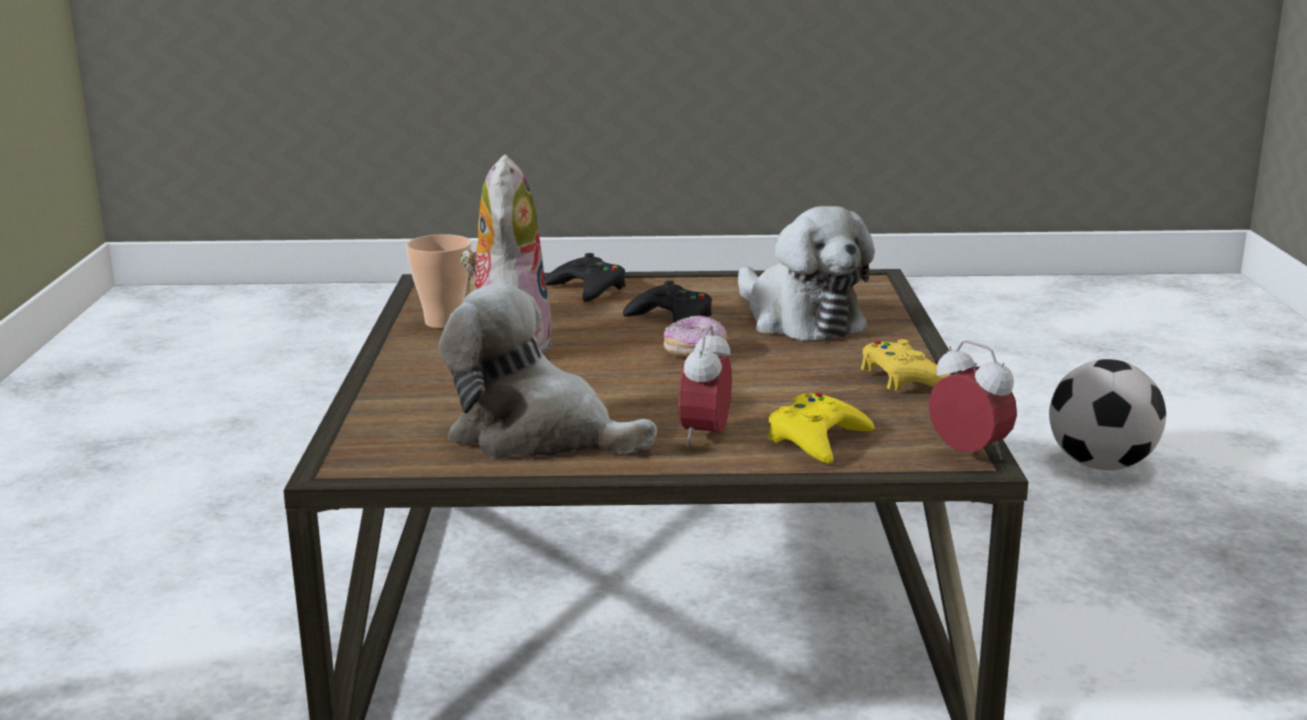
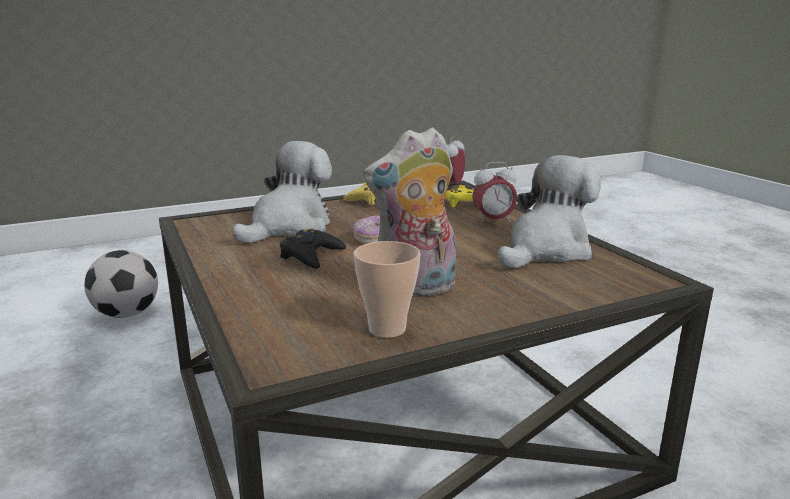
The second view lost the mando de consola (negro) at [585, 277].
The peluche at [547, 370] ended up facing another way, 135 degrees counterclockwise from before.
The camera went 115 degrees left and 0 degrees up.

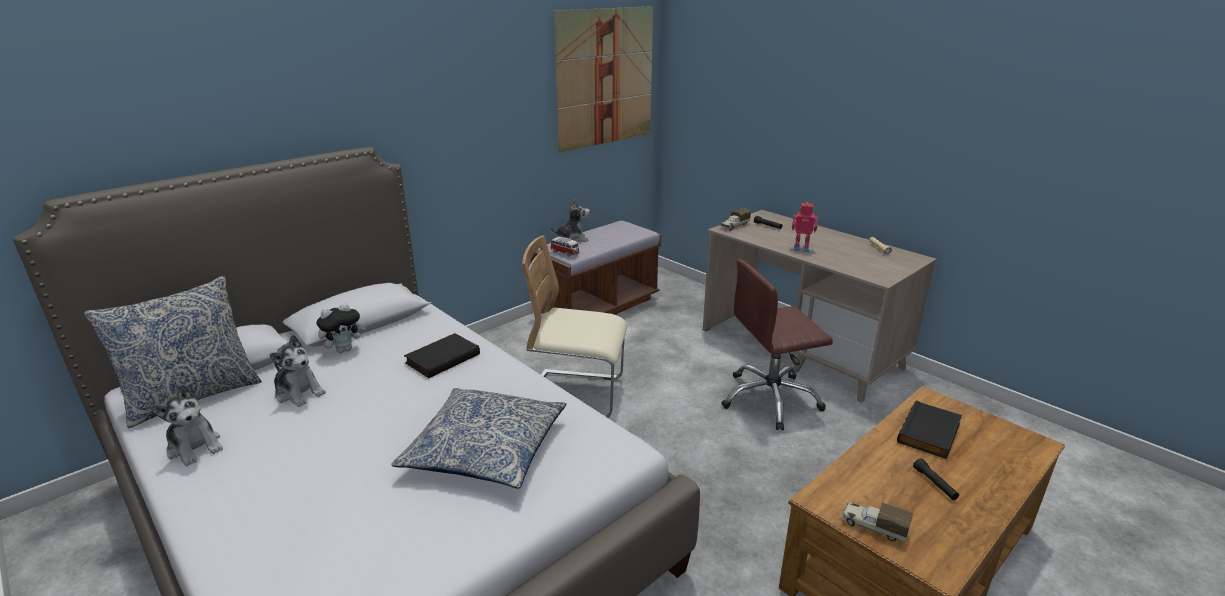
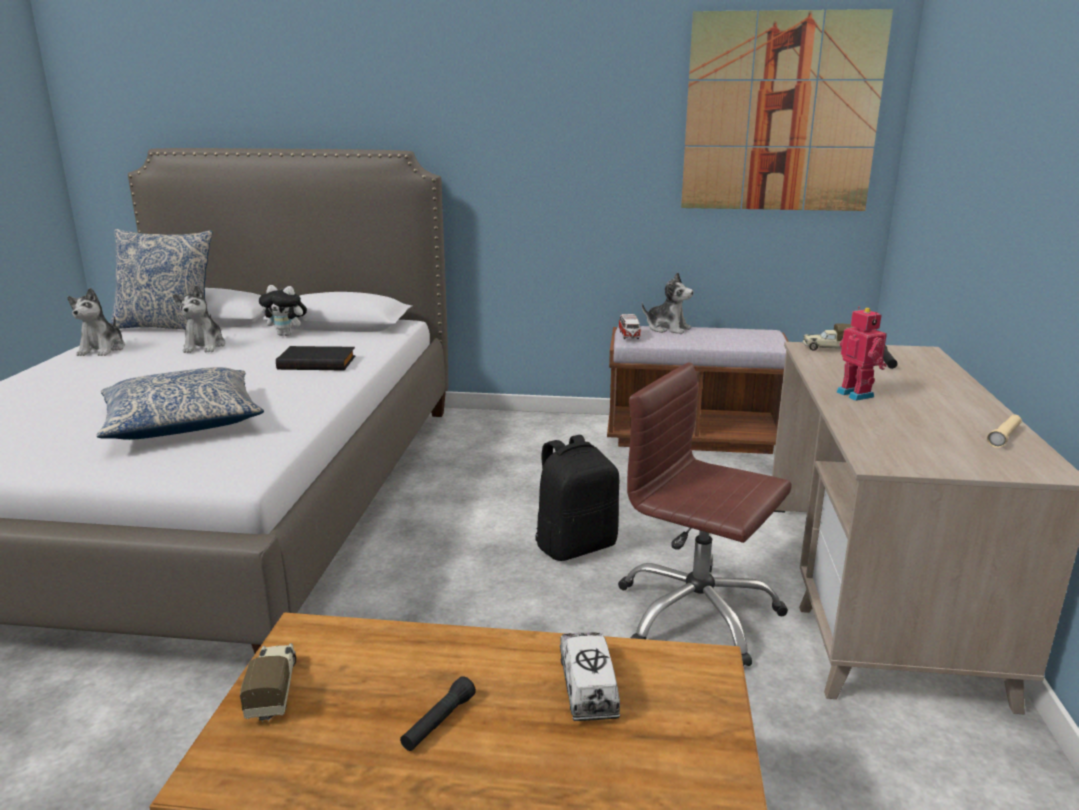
The second view lost the silla (beis) at [574, 327].
The second view gained the mochila (negro) at [577, 498].
Where the libro (negro) stood at [929, 429], the camión de juguete came to stand at [590, 677].
The camera went 50 degrees right and 5 degrees down.

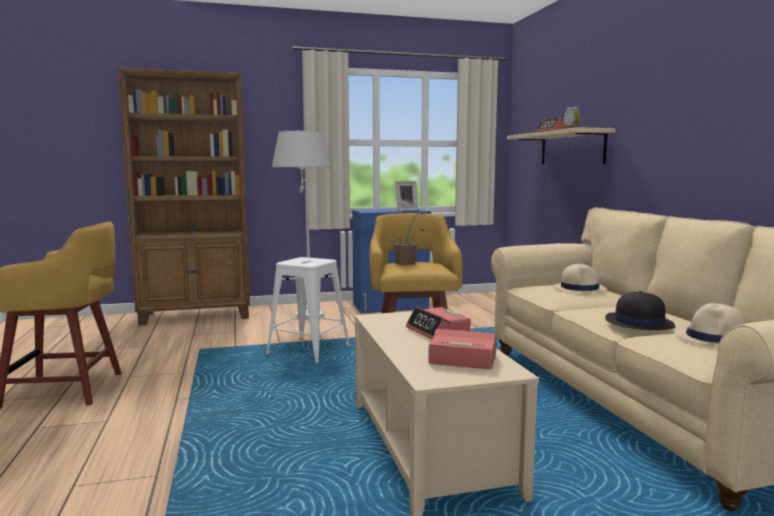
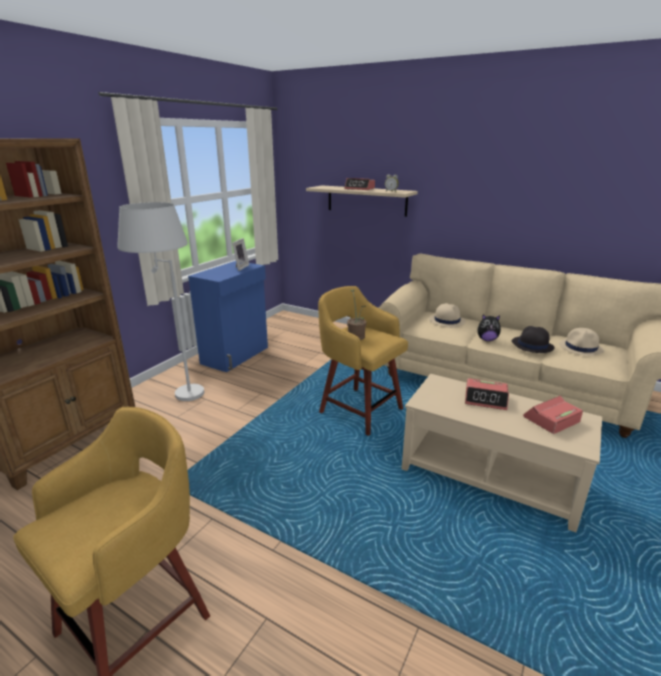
The second view lost the taburete (blanco) at [308, 310].
The second view gained the peluche at [489, 328].
The camera went 45 degrees left and 15 degrees up.

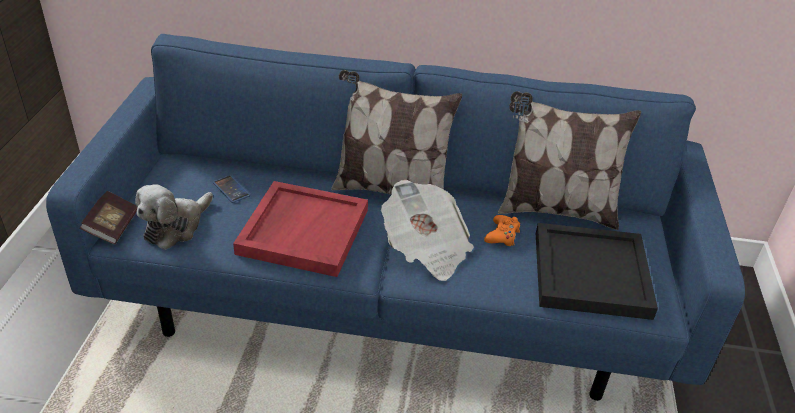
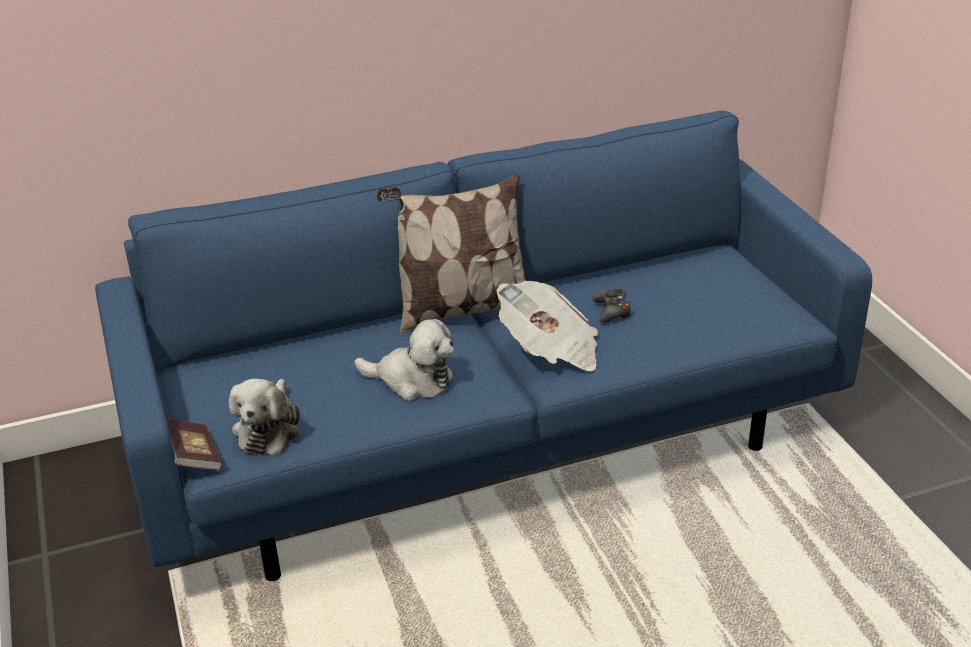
The second view lost the móvil at [231, 189].
The second view lost the cojín at [569, 160].
The second view lost the bandeja (negro) at [597, 271].
Where the bandeja (rojo) stood at [300, 229], the peluche came to stand at [404, 360].
What was the mando de consola (naranja) at [502, 230] turned into the mando de consola (negro) at [611, 304].
The camera went 25 degrees left and 5 degrees down.

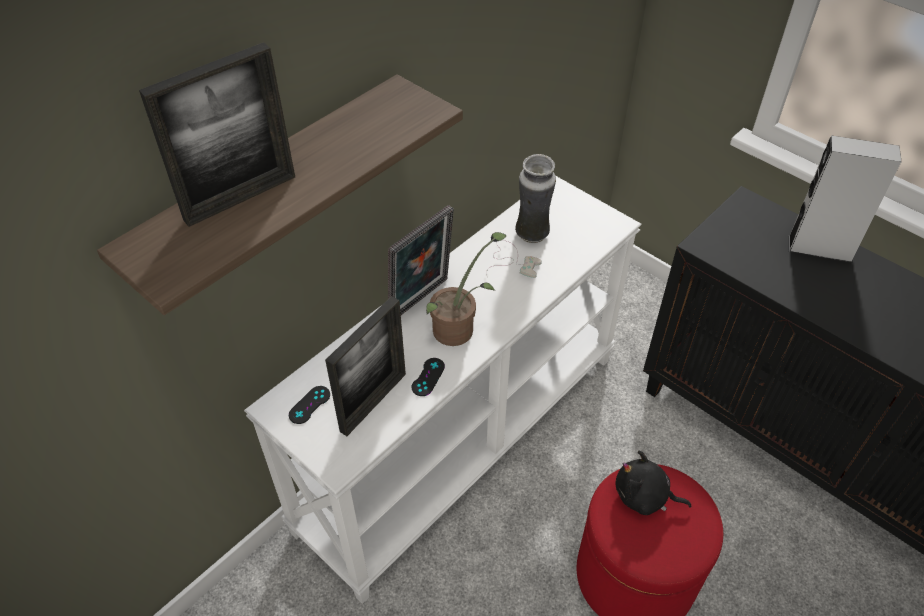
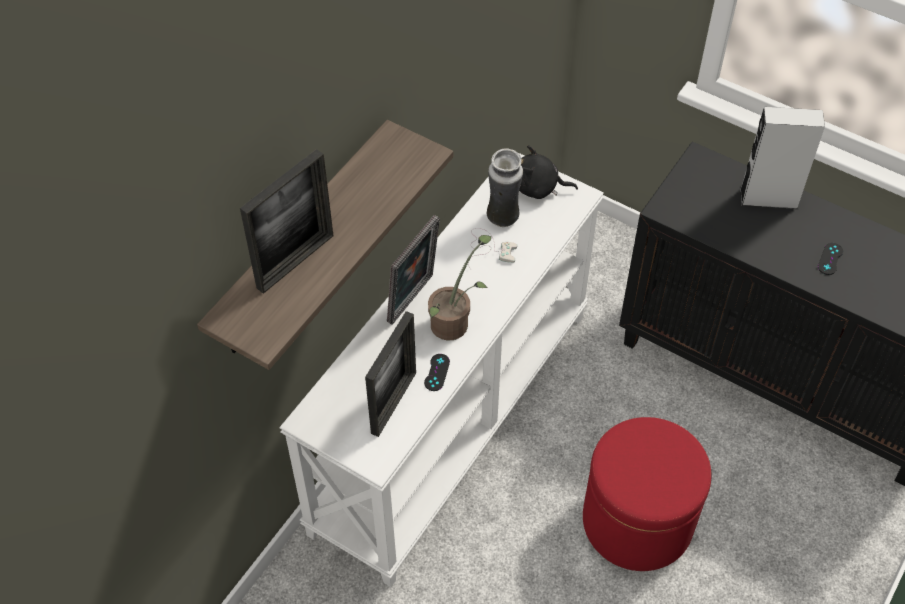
The mando de consola (negro) ended up elsewhere, having gone from [309, 405] to [830, 259].
The peluche (negro) ended up elsewhere, having gone from [653, 483] to [548, 172].
The camera went 10 degrees left and 5 degrees up.

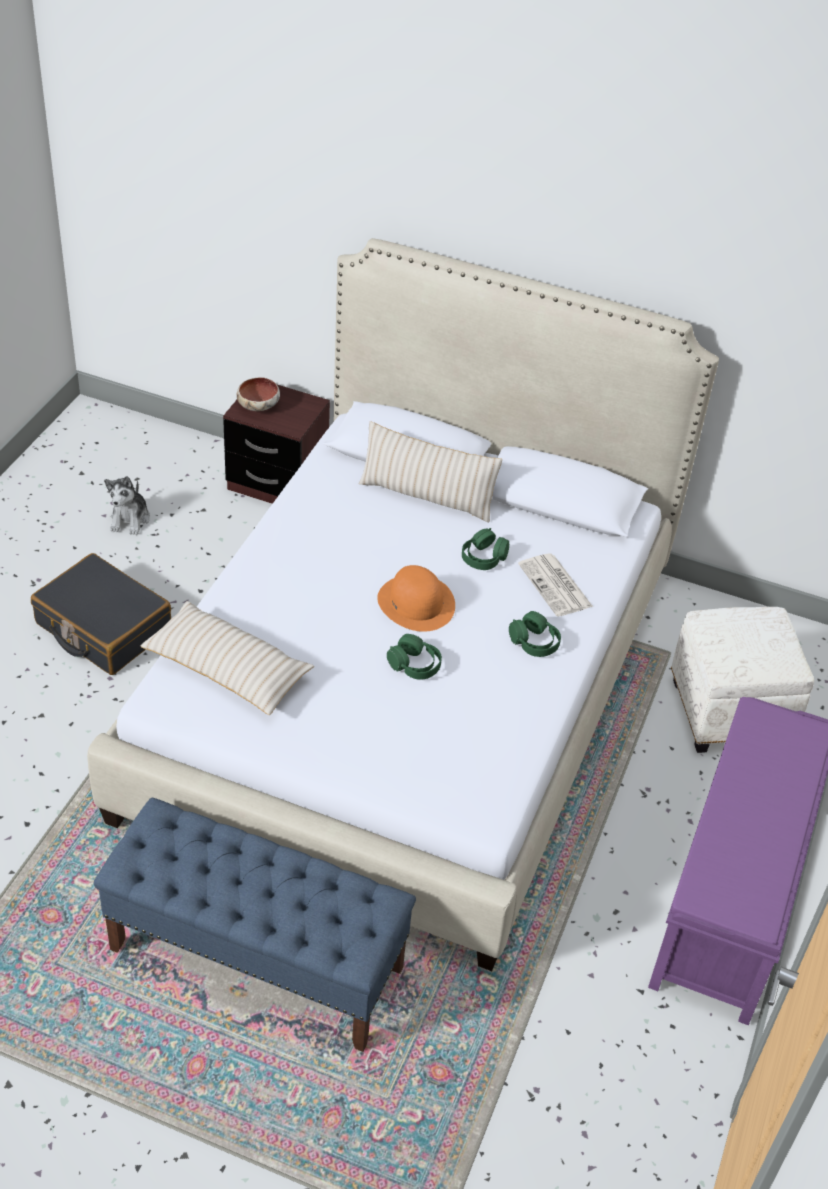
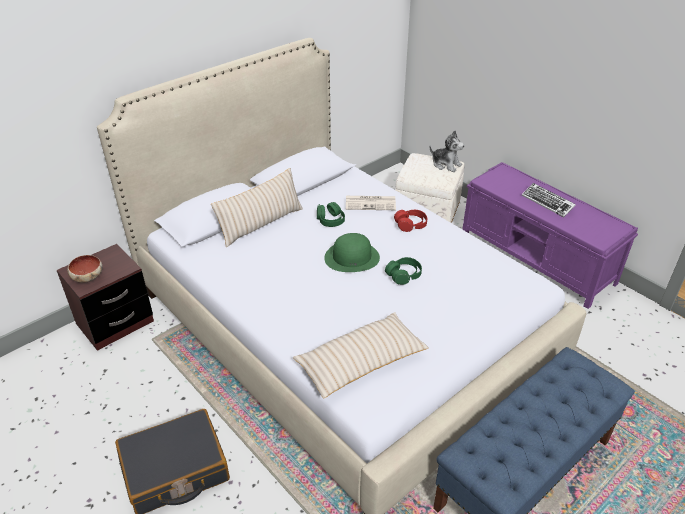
The second view gained the teclado at [549, 200].
The peluche ended up elsewhere, having gone from [127, 505] to [447, 151].
What was the sombrero (naranja) at [416, 598] turned into the sombrero (verde) at [352, 252].
What was the auriculares (verde) at [535, 634] turned into the auriculares (rojo) at [410, 221].
The camera went 60 degrees left and 5 degrees down.

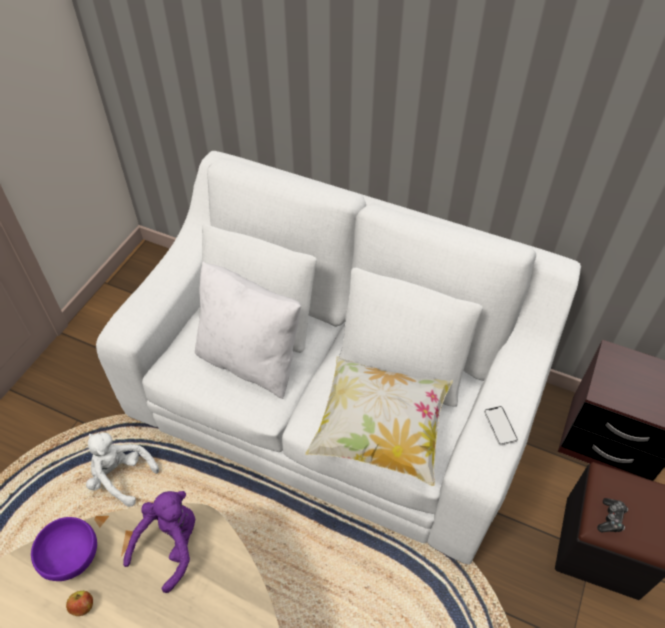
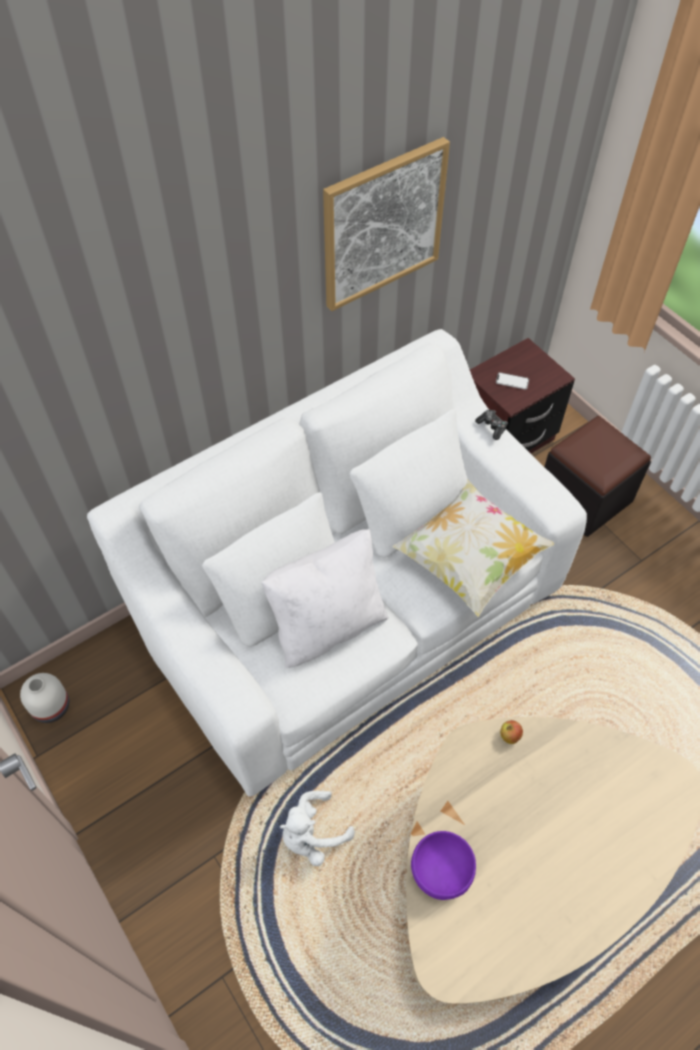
The second view lost the peluche (morado) at [159, 542].
The second view gained the florero (blanco) at [44, 698].
The second view gained the cuadro at [386, 224].
The manzana ended up elsewhere, having gone from [79, 603] to [511, 732].
The móvil ended up elsewhere, having gone from [501, 425] to [512, 380].
The mando de consola ended up elsewhere, having gone from [612, 515] to [491, 425].
The camera went 60 degrees left and 5 degrees up.

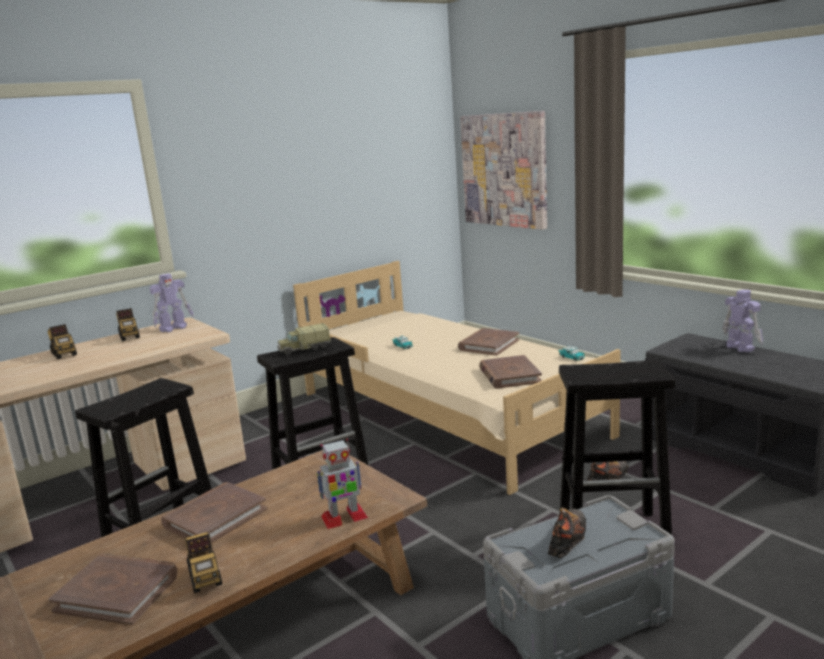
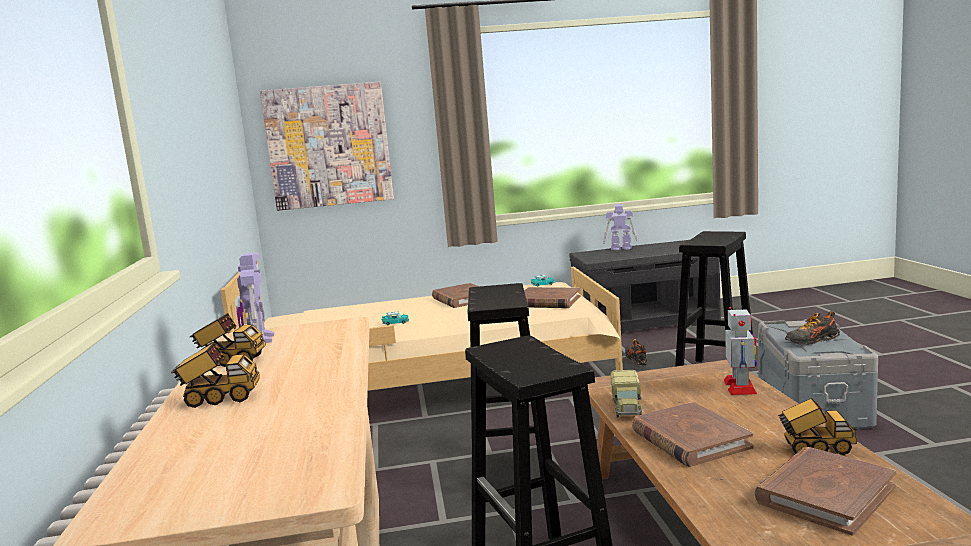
The camión de juguete ended up elsewhere, having gone from [304, 339] to [626, 394].
The zapato at [566, 532] ended up facing another way, 75 degrees counterclockwise from before.
The camera went 60 degrees left and 5 degrees down.

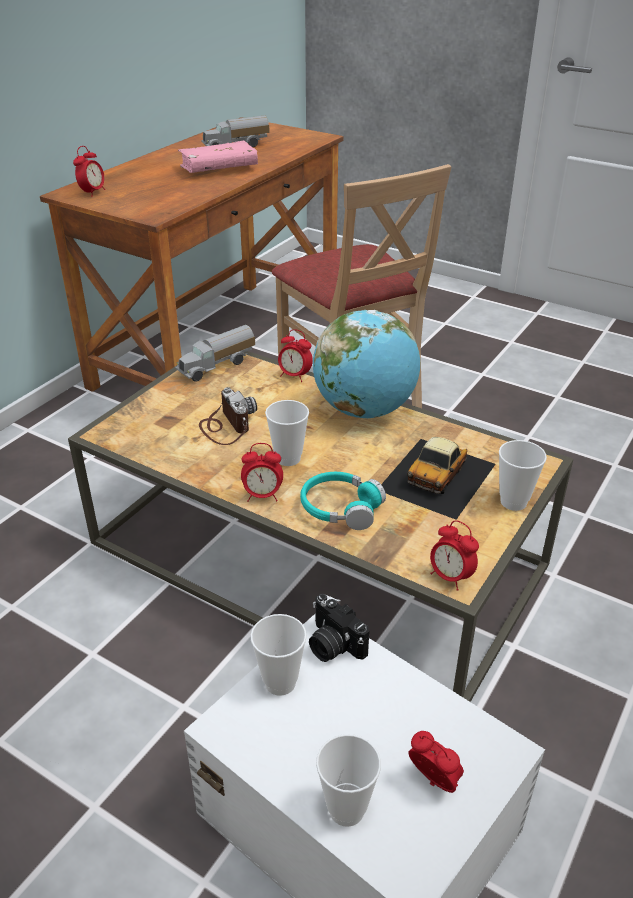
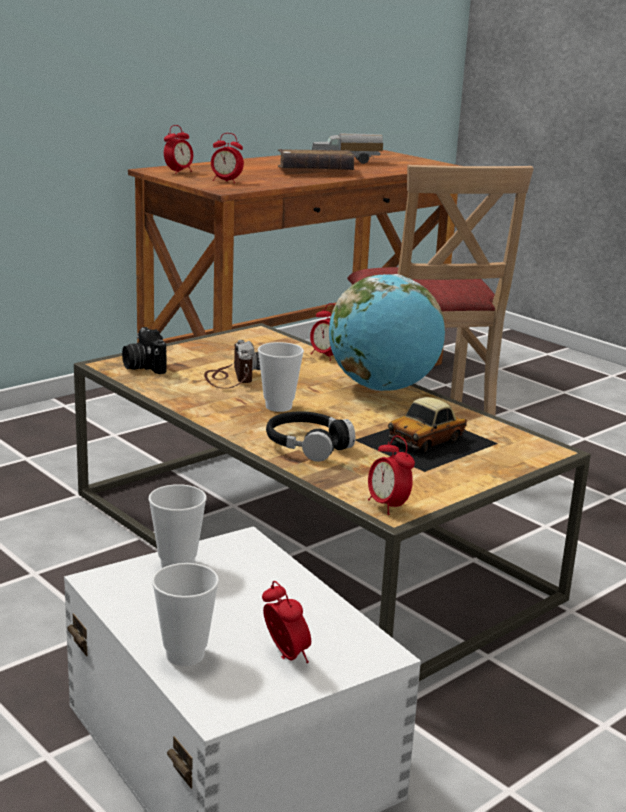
The second view lost the camión de juguete at [215, 353].
The second view lost the taza at [523, 475].
The despertador ended up elsewhere, having gone from [262, 472] to [227, 158].
The cámara ended up elsewhere, having gone from [339, 628] to [144, 350].
What was the libro (rosa) at [218, 157] turned into the libro (marrón) at [316, 159].
What was the auriculares (turquesa) at [343, 501] turned into the auriculares (negro) at [310, 436].
The camera went 15 degrees right and 15 degrees down.

